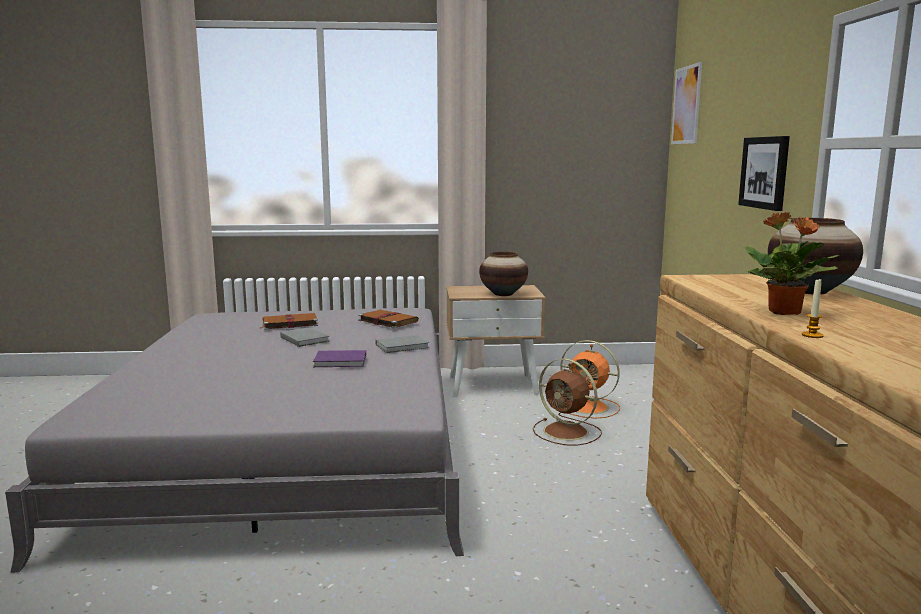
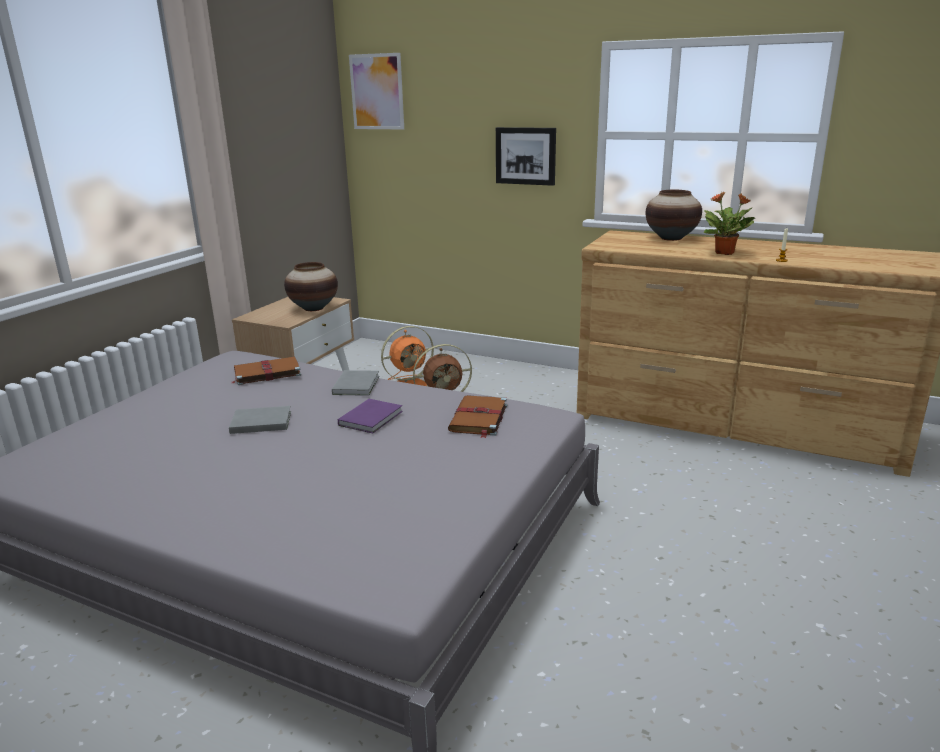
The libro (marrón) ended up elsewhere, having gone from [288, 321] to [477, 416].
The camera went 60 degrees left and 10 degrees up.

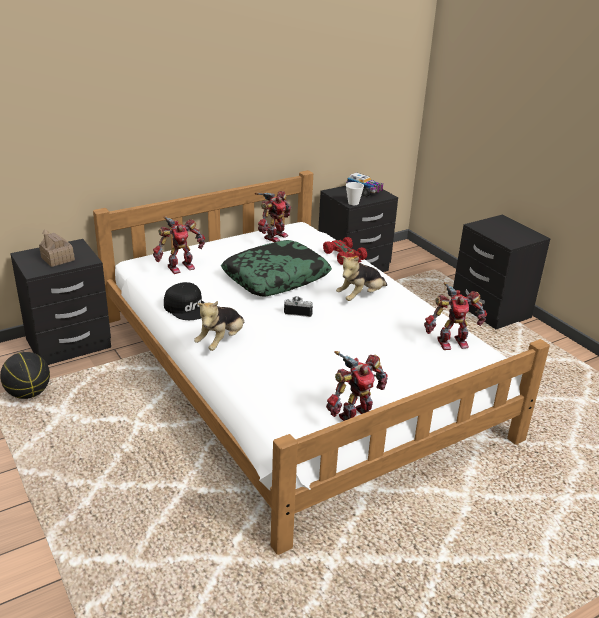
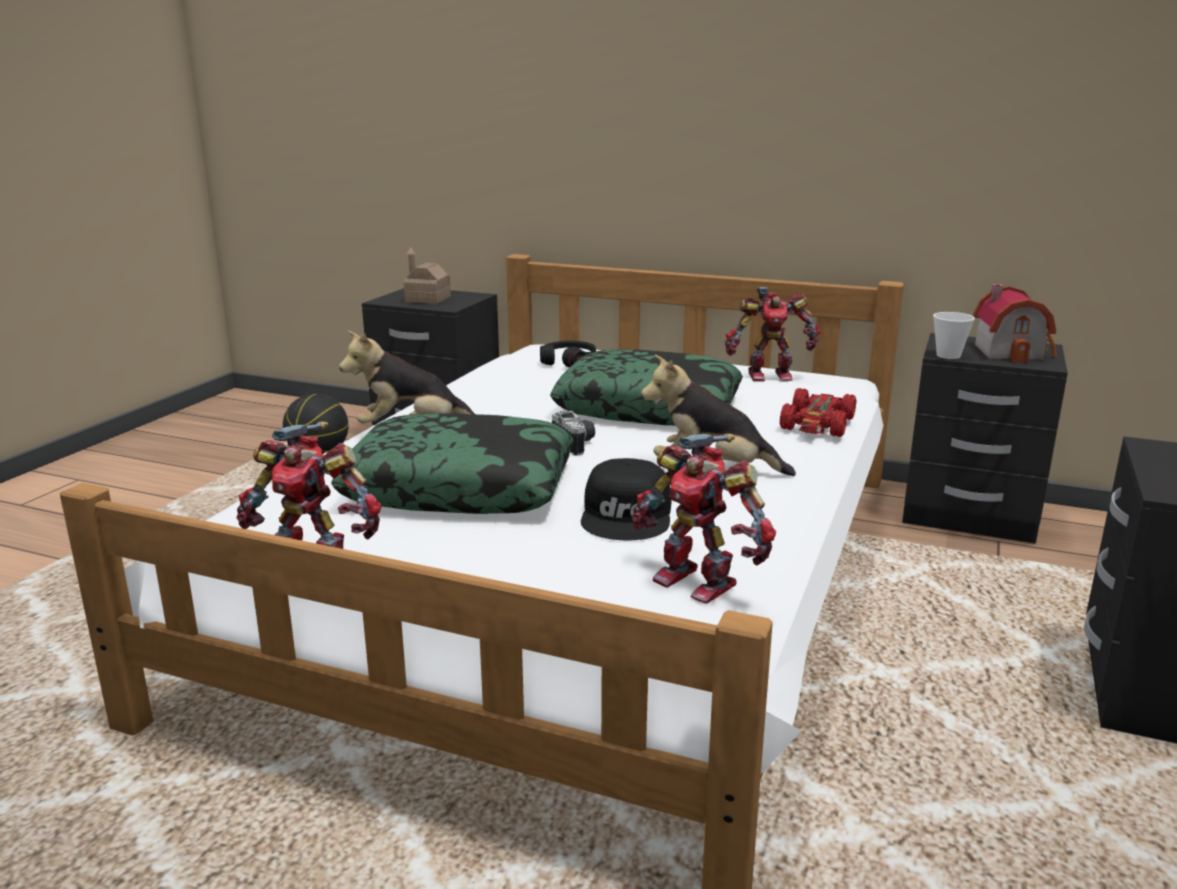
The second view gained the cojín at [452, 463].
The gorra (negro) ended up elsewhere, having gone from [184, 301] to [626, 499].
Where the robot de juguete stood at [179, 245], the auriculares (negro) came to stand at [568, 354].
Where the camión de juguete stood at [365, 184], the casita came to stand at [1015, 323].
The camera went 55 degrees right and 10 degrees down.

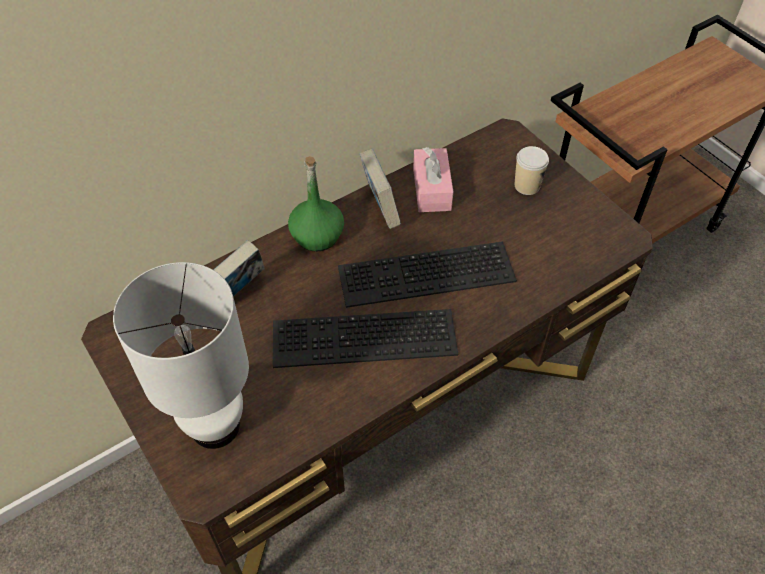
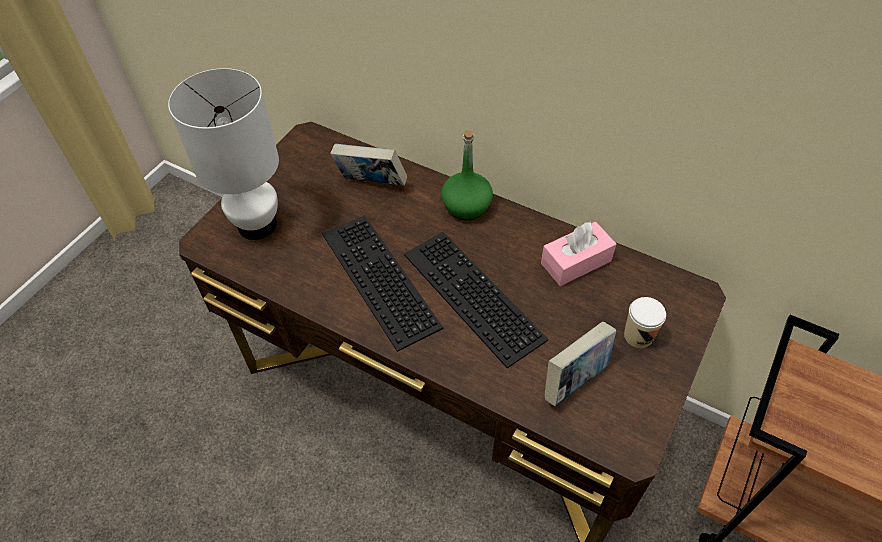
The libro ended up elsewhere, having gone from [380, 189] to [580, 364].
The camera went 65 degrees right and 0 degrees up.

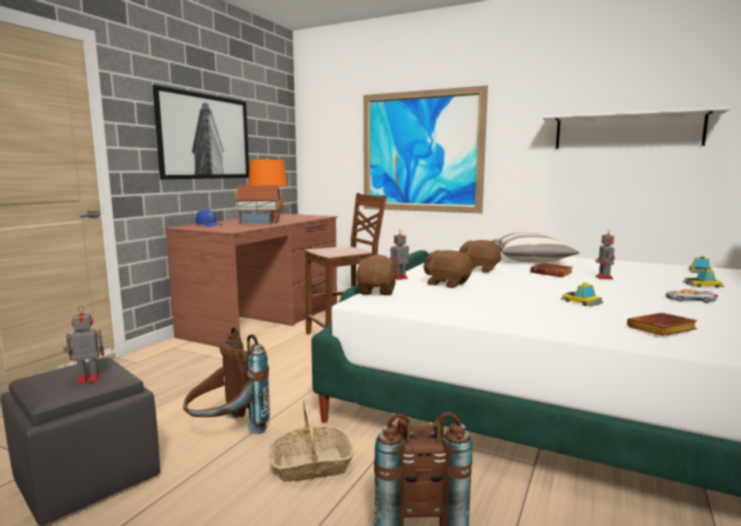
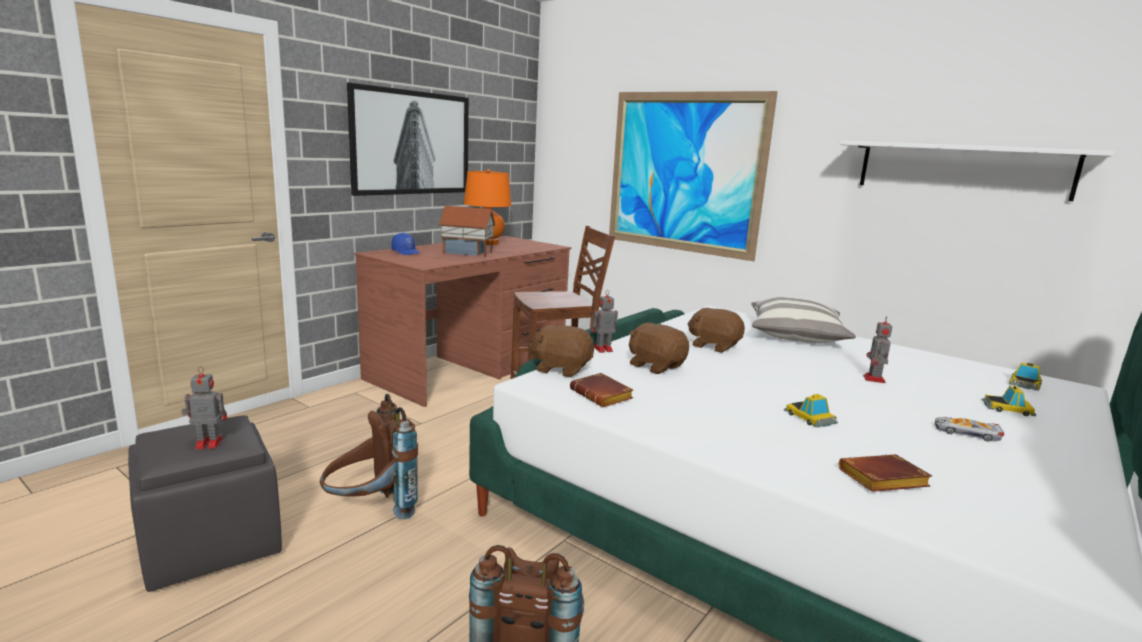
The second view lost the cesta at [311, 440].
The libro (marrón) ended up elsewhere, having gone from [551, 269] to [601, 390].
The peluche (marrón) at [378, 275] ended up facing another way, 90 degrees counterclockwise from before.
The camera went 10 degrees right and 5 degrees up.

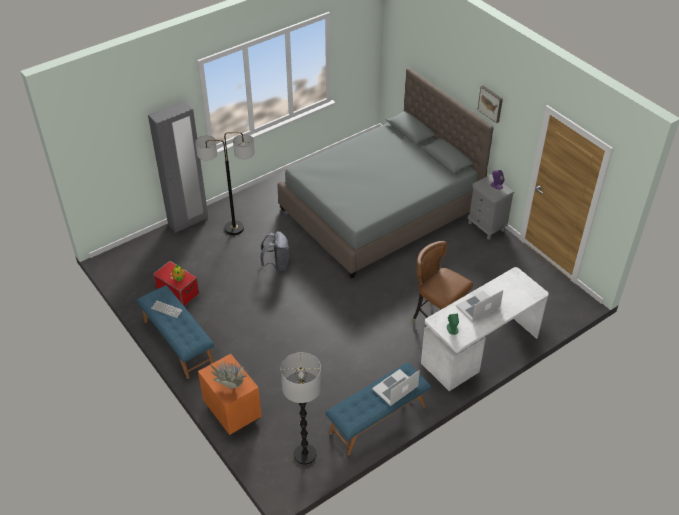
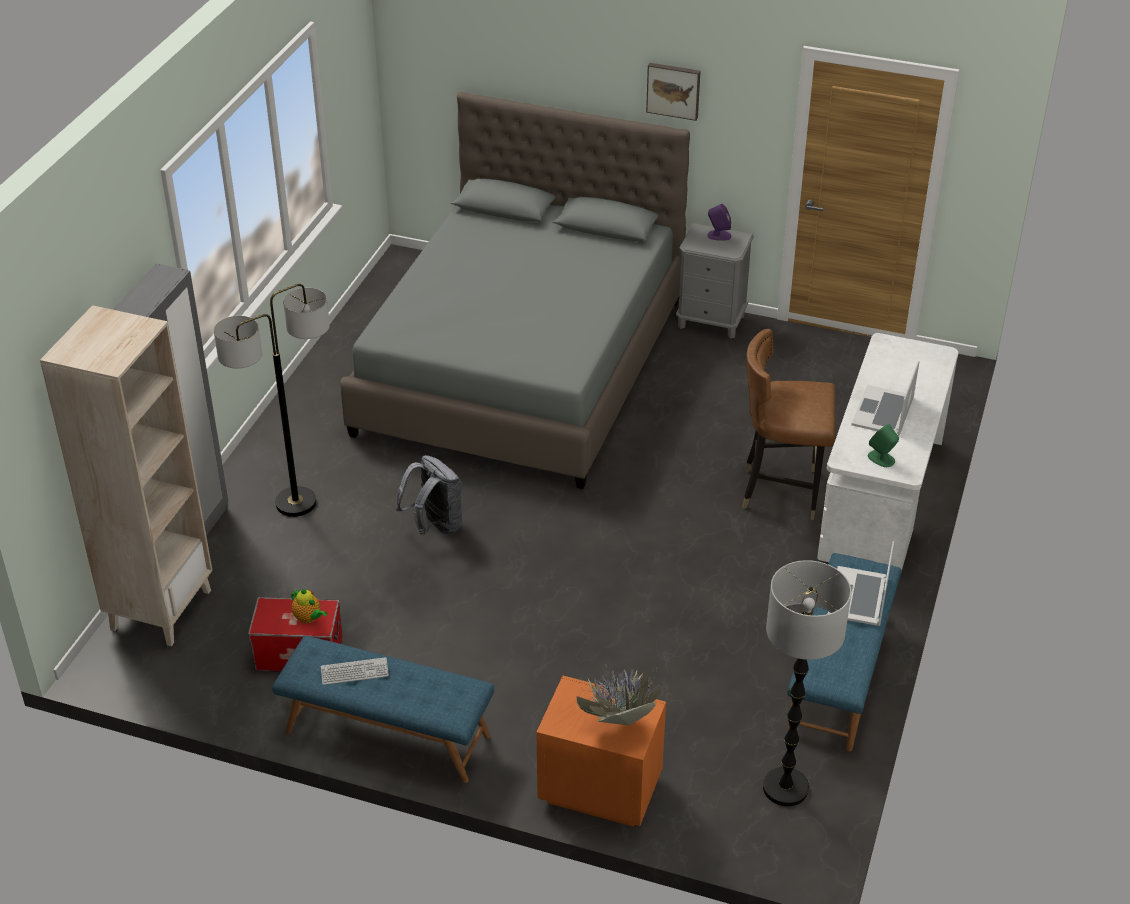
The second view gained the estantería (beis) at [126, 475].
The camera went 35 degrees left and 5 degrees down.

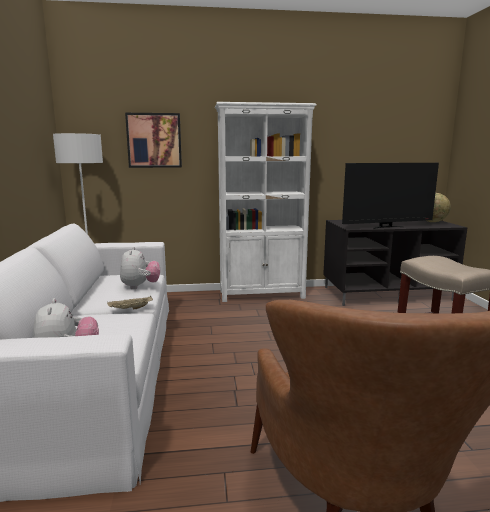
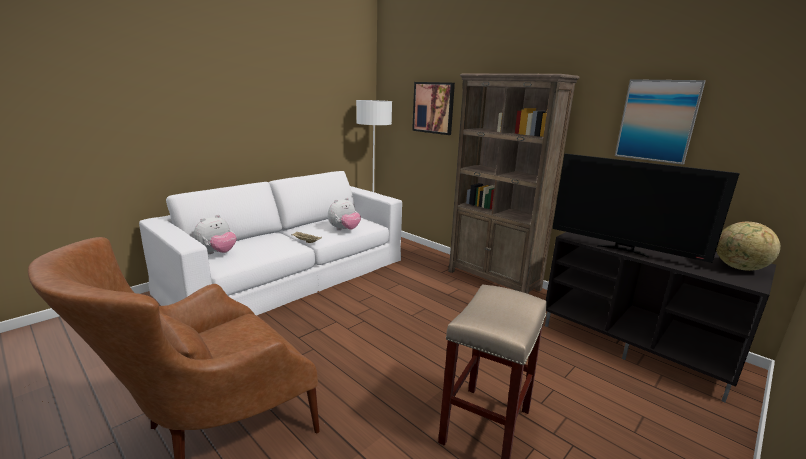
The second view gained the cuadro at [660, 122].
What was the estantería (blanco) at [266, 202] turned into the estantería (marrón) at [513, 183].
The camera went 50 degrees right and 5 degrees up.

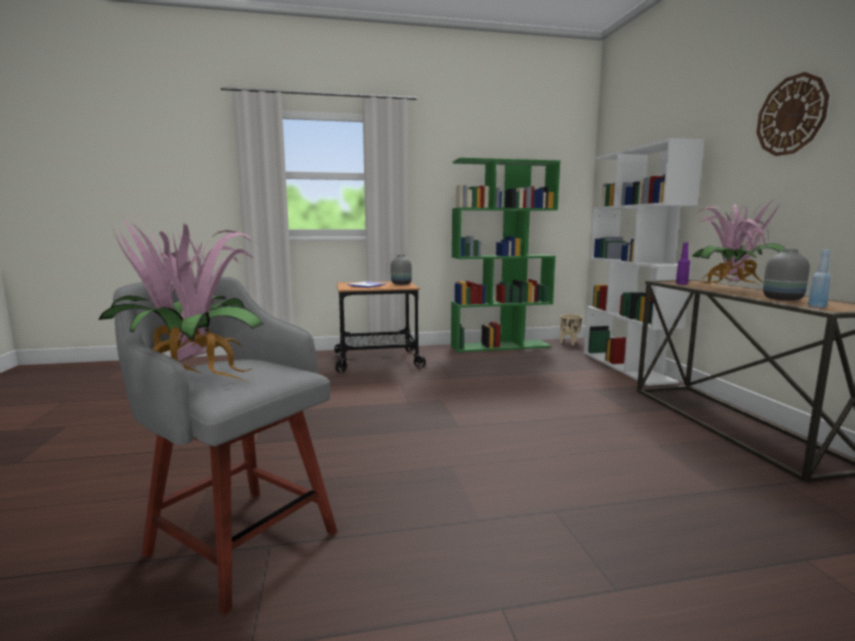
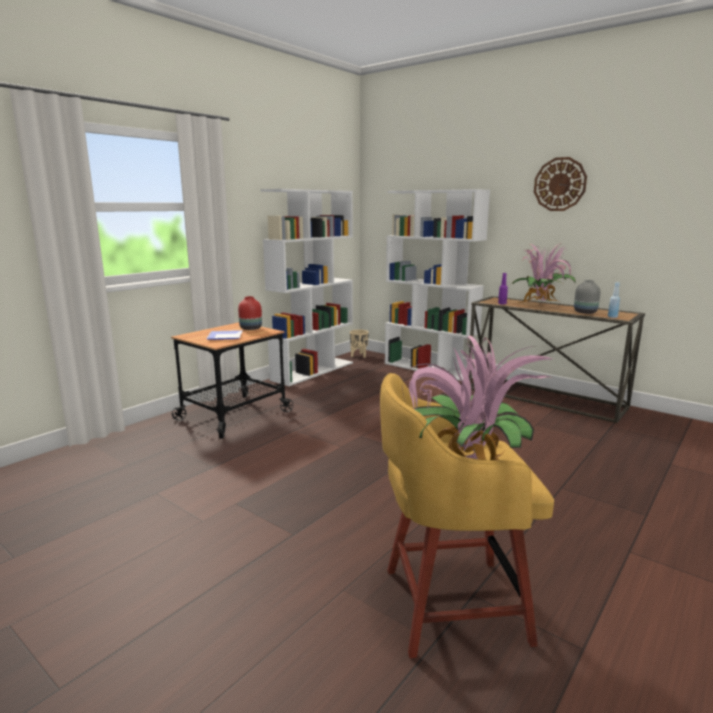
What was the taburete (gris) at [225, 445] turned into the taburete (amarillo) at [467, 515].
What was the florero (gris) at [401, 269] turned into the florero (rojo) at [250, 313].
What was the estantería (verde) at [505, 255] turned into the estantería (blanco) at [306, 287].
The camera went 40 degrees left and 5 degrees up.

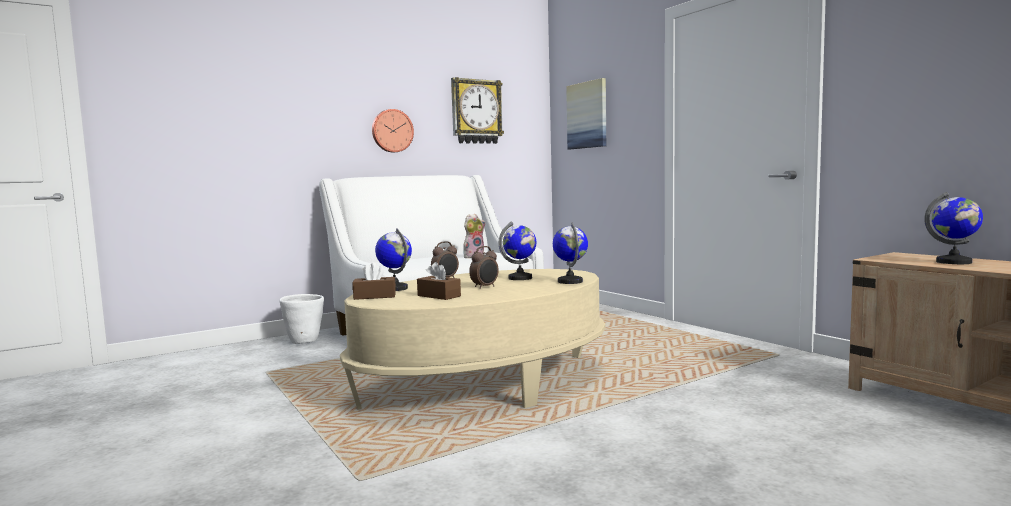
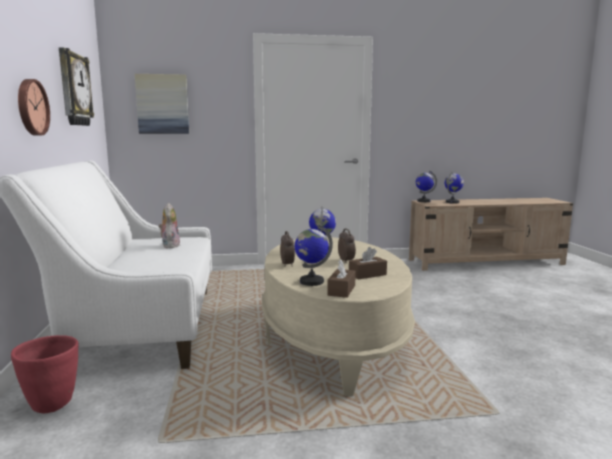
The globo terráqueo ended up elsewhere, having gone from [570, 253] to [426, 186].
What was the maceta (blanco) at [302, 319] turned into the maceta (rojo) at [44, 374].
The camera went 65 degrees left and 5 degrees up.

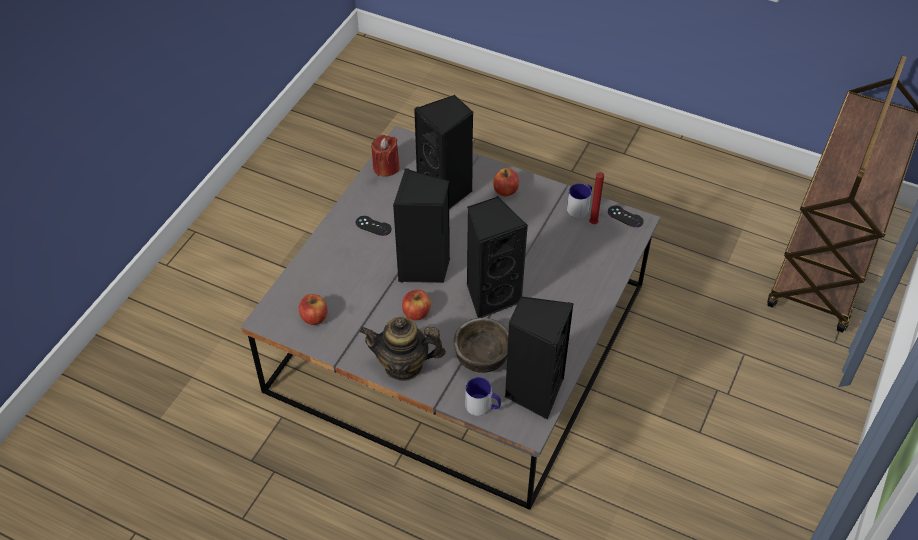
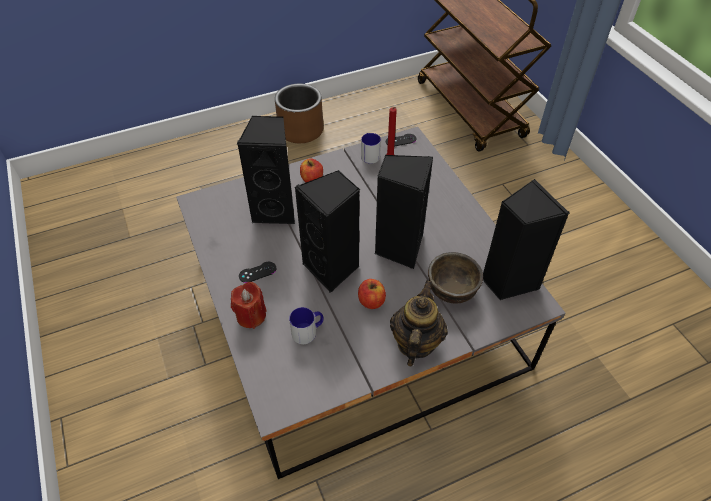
The second view lost the manzana at [313, 309].
The second view gained the maceta (marrón) at [299, 113].
The vela (rojo) ended up elsewhere, having gone from [385, 155] to [248, 305].
The taza grande ended up elsewhere, having gone from [483, 396] to [306, 325].
The tetera at [403, 349] ended up facing another way, 150 degrees clockwise from before.
The camera went 50 degrees left and 0 degrees up.

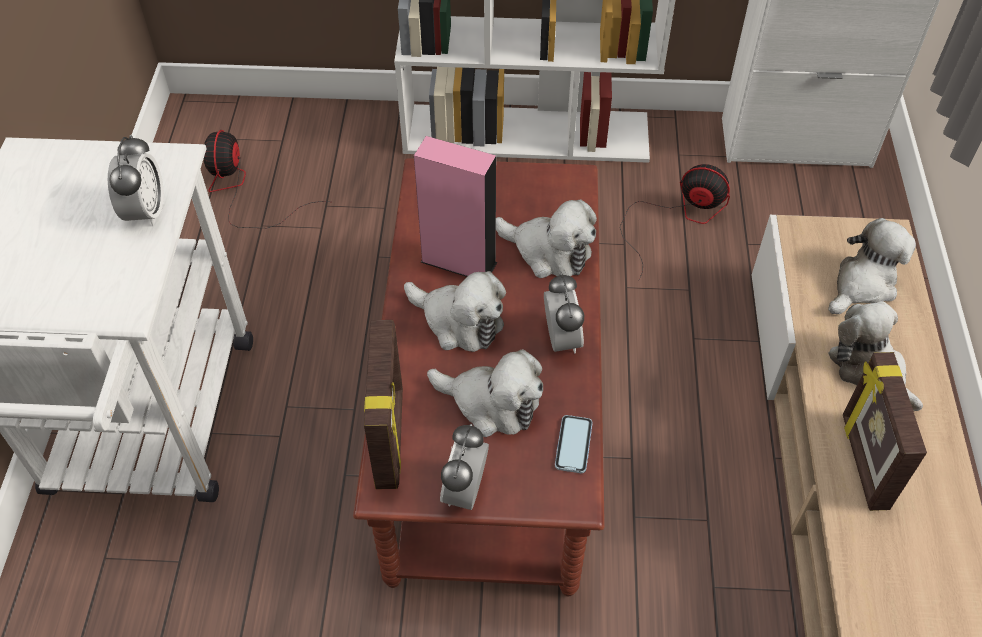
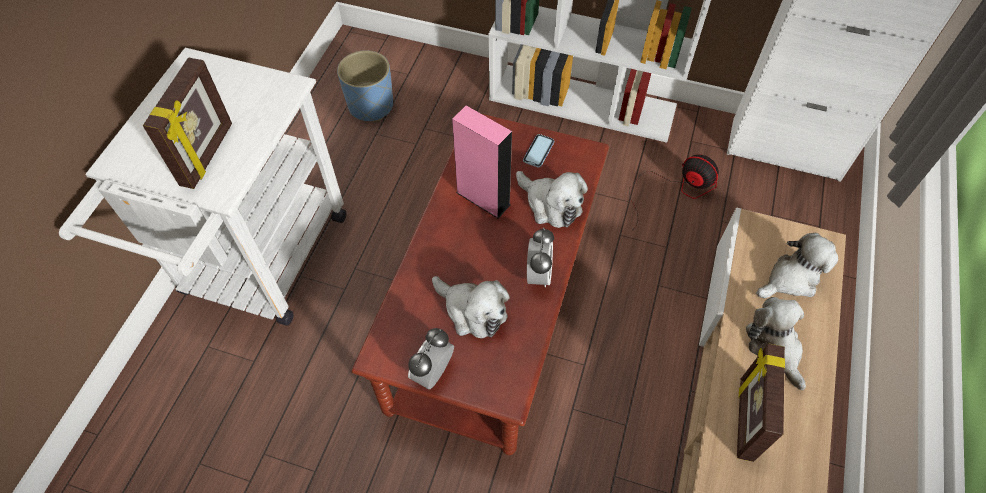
The second view lost the despertador at [136, 181].
The second view lost the peluche at [455, 311].
The portarretratos ended up elsewhere, having gone from [383, 404] to [187, 123].
The móvil ended up elsewhere, having gone from [574, 444] to [538, 151].
Where the ventilador stood at [265, 179], the maceta (azul) came to stand at [365, 85].
The camera went 15 degrees right and 5 degrees up.

